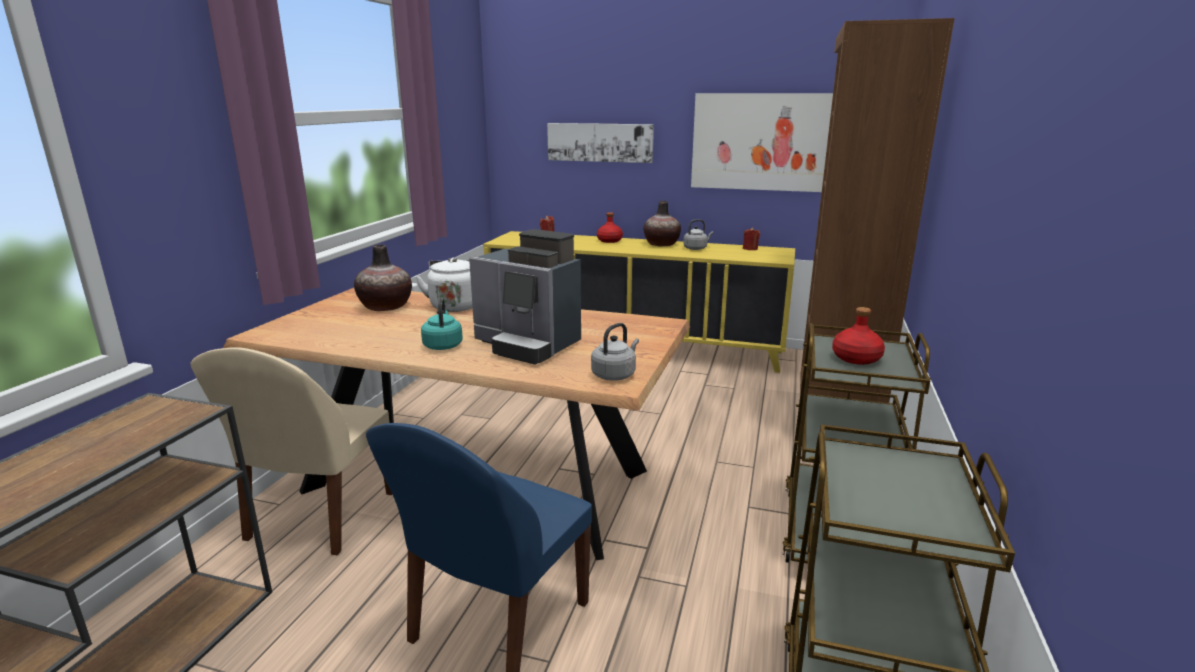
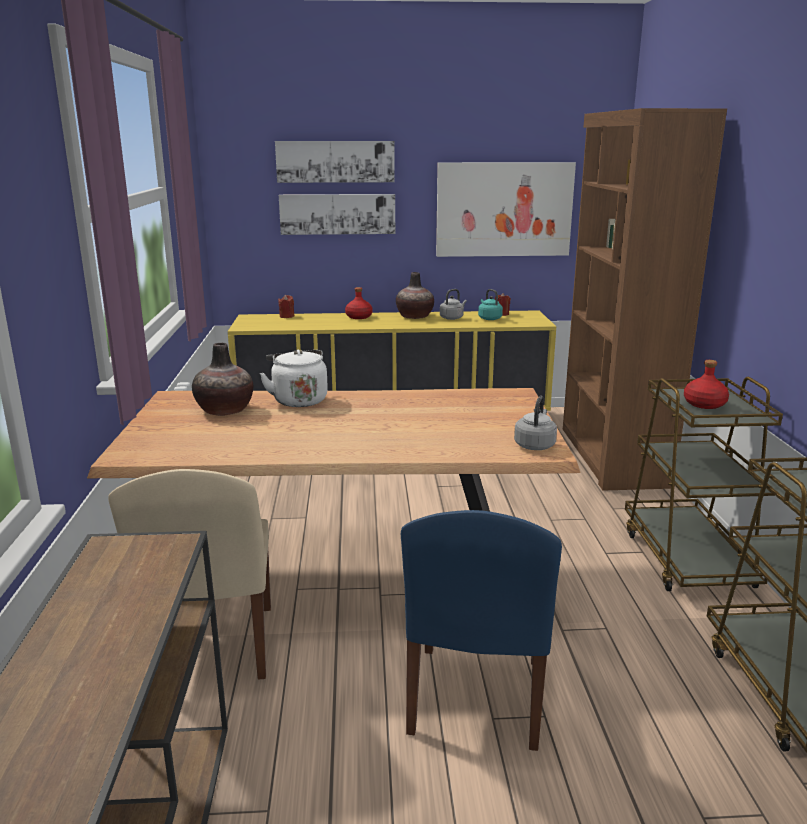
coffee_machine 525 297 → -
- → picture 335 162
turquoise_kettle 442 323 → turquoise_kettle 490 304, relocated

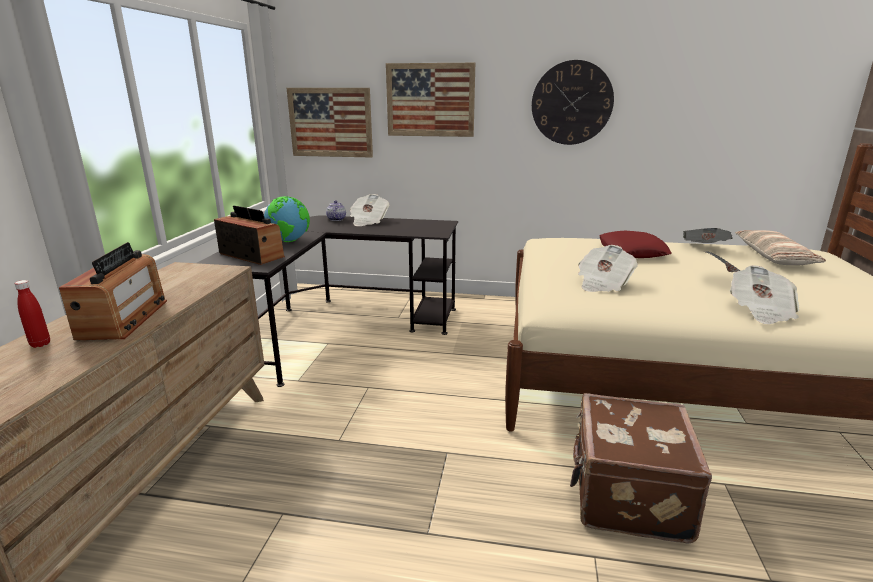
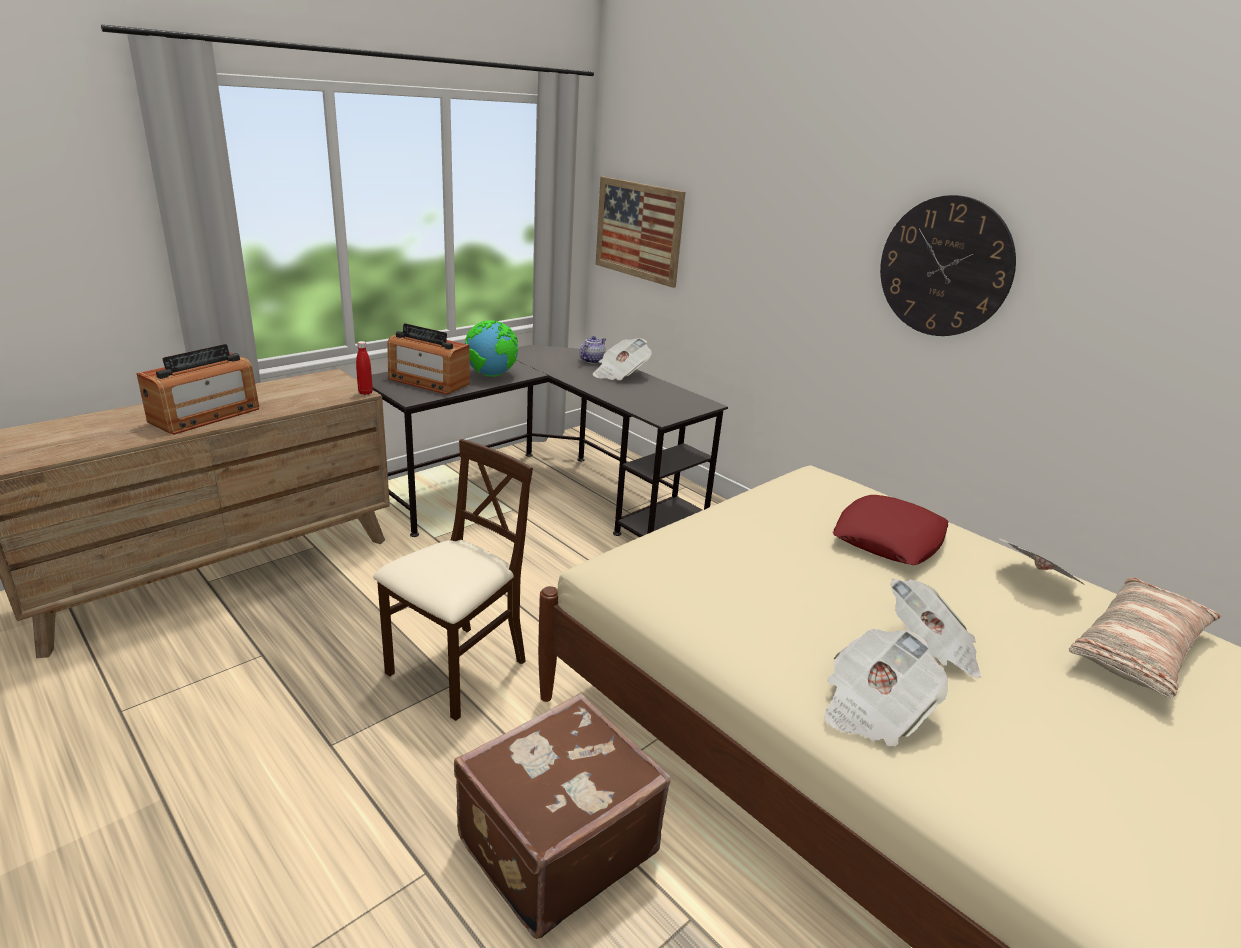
picture 430 100 → -
newspaper 608 268 → -
- → beige_chair 453 580
red_bottle 32 314 → red_bottle 364 368, relocated
radio 249 235 → radio 428 359, 135 degrees clockwise

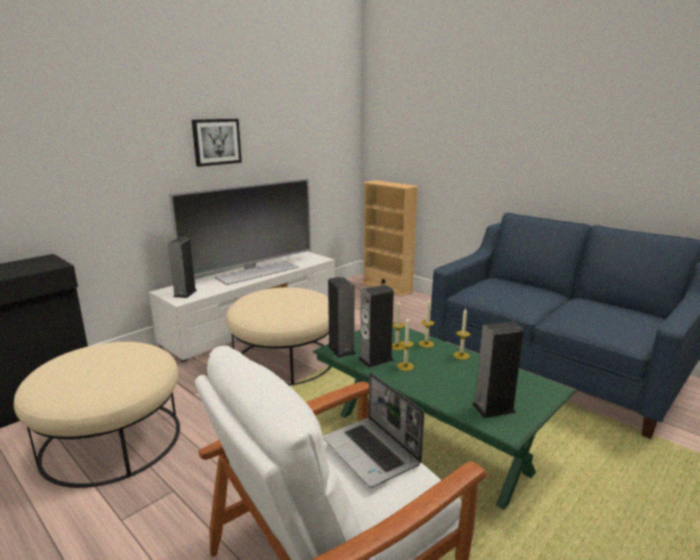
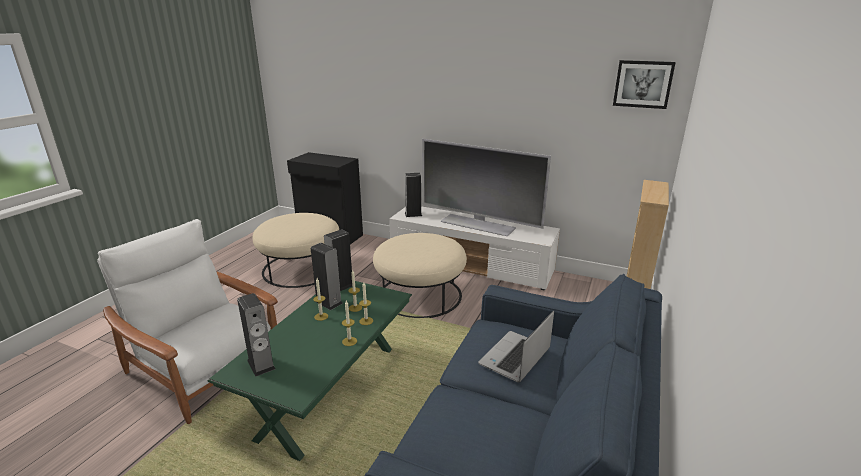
picture 217 143 → picture 644 84, relocated
laptop 373 430 → laptop 516 347, relocated

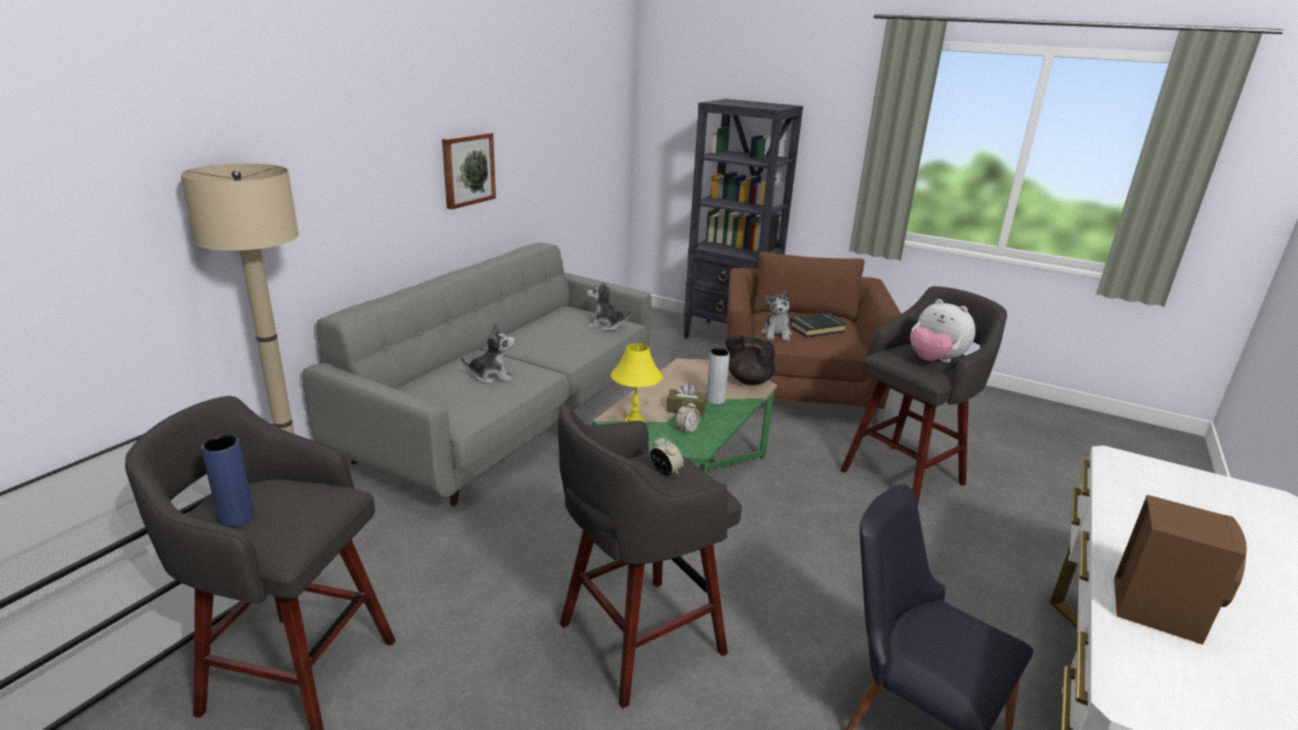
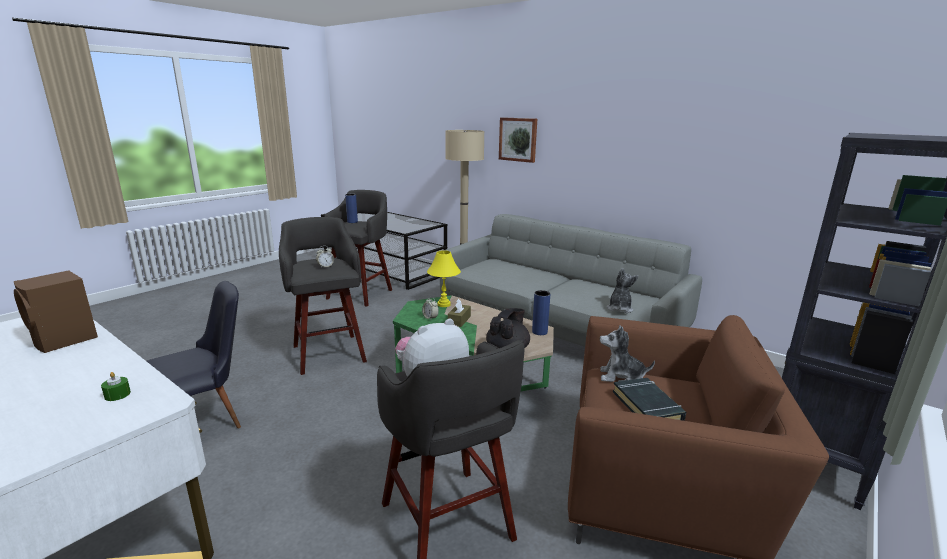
plush_toy 488 353 → -
grey_vase 718 376 → -
- → green_candle 116 386
- → blue_vase 541 312
picture 469 170 → picture 518 140, relocated

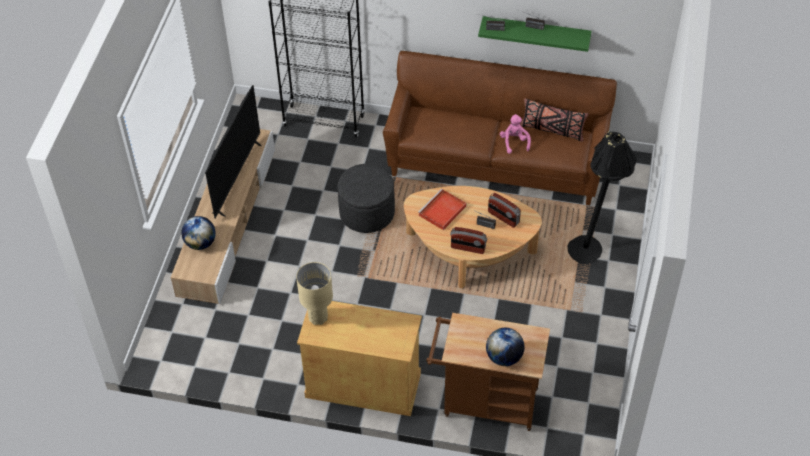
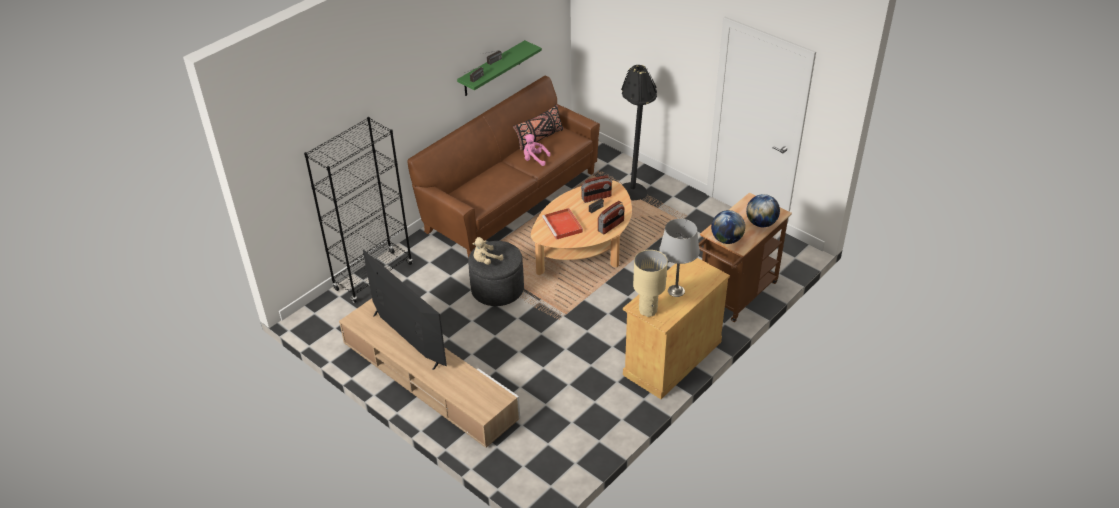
- → beige_plush_toy 488 251
- → grey_table_lamp 679 258
globe 198 233 → globe 728 227, relocated

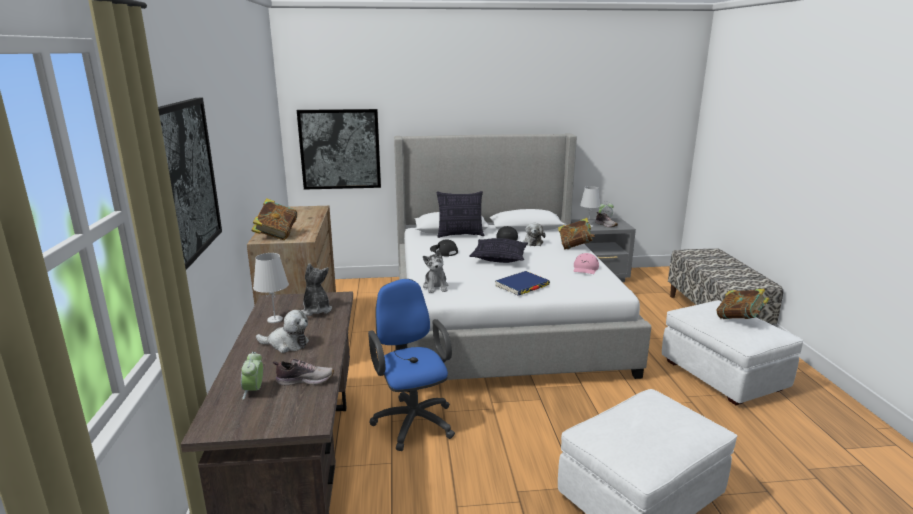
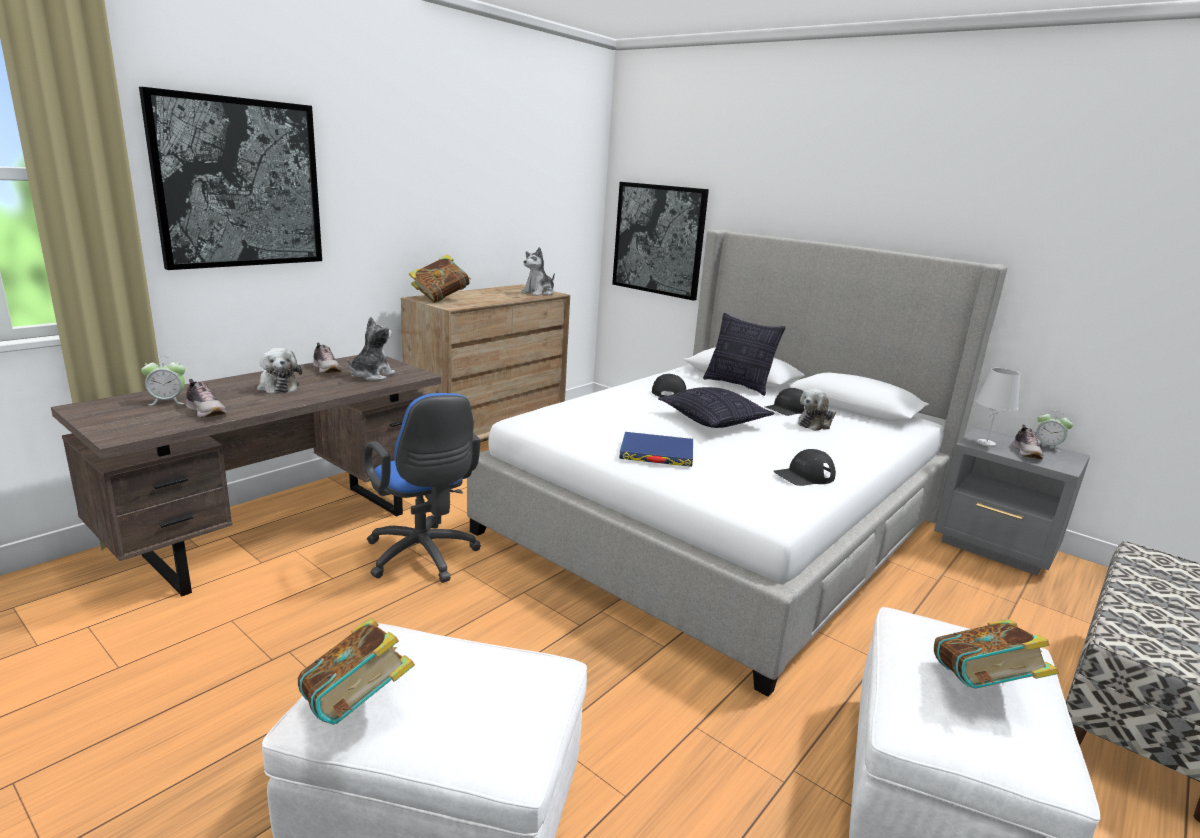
plush_toy 436 271 → plush_toy 538 271, relocated
book 576 233 → book 356 671, relocated
white_table_lamp 271 288 → shoe 327 358
pink_cap 586 263 → black_cap 805 467
alarm_clock 252 376 → alarm_clock 163 380, 150 degrees counterclockwise
blue_office_chair 411 365 → blue_office_chair 422 488, 120 degrees clockwise

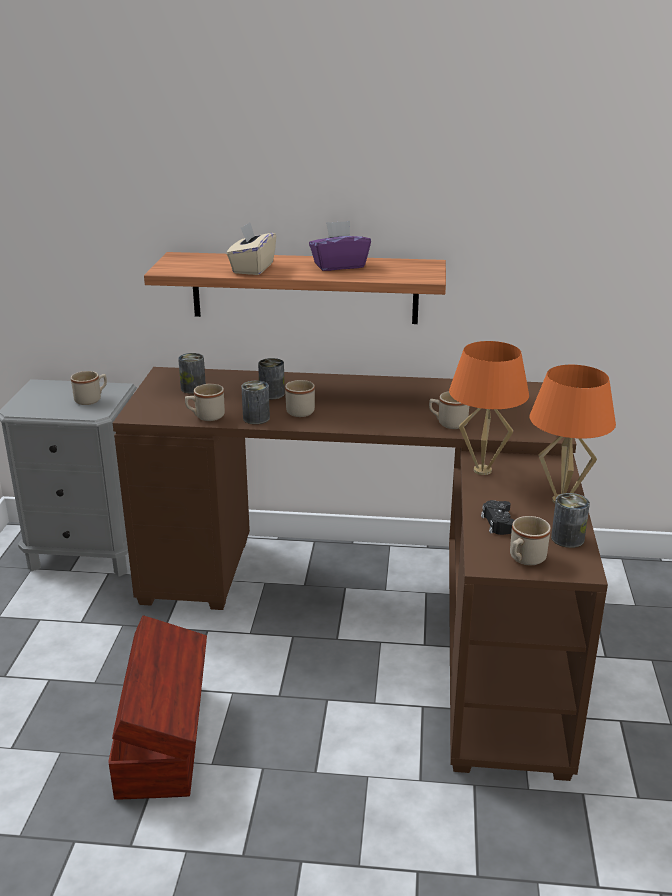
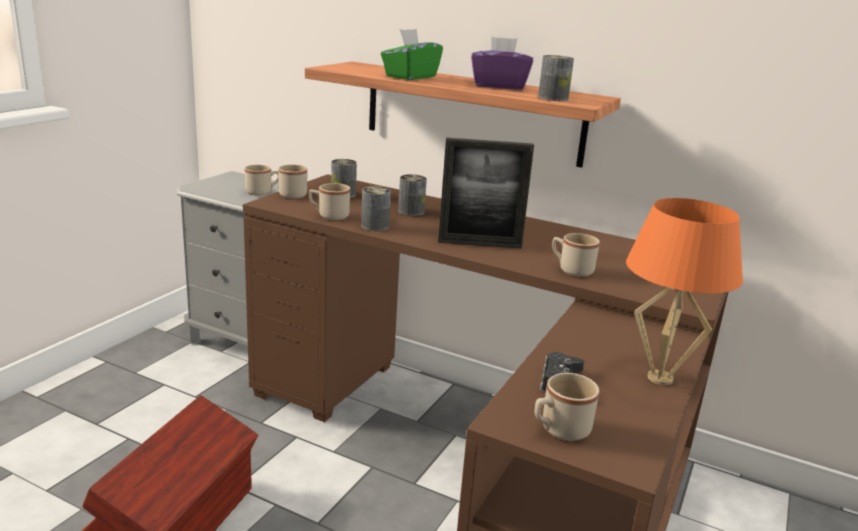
orange_table_lamp 489 408 → -
- → picture_frame 486 192
beige_mug 300 398 → beige_mug 292 182, relocated
can 570 520 → can 556 78, relocated
beige_tissue_box 251 248 → green_tissue_box 412 54

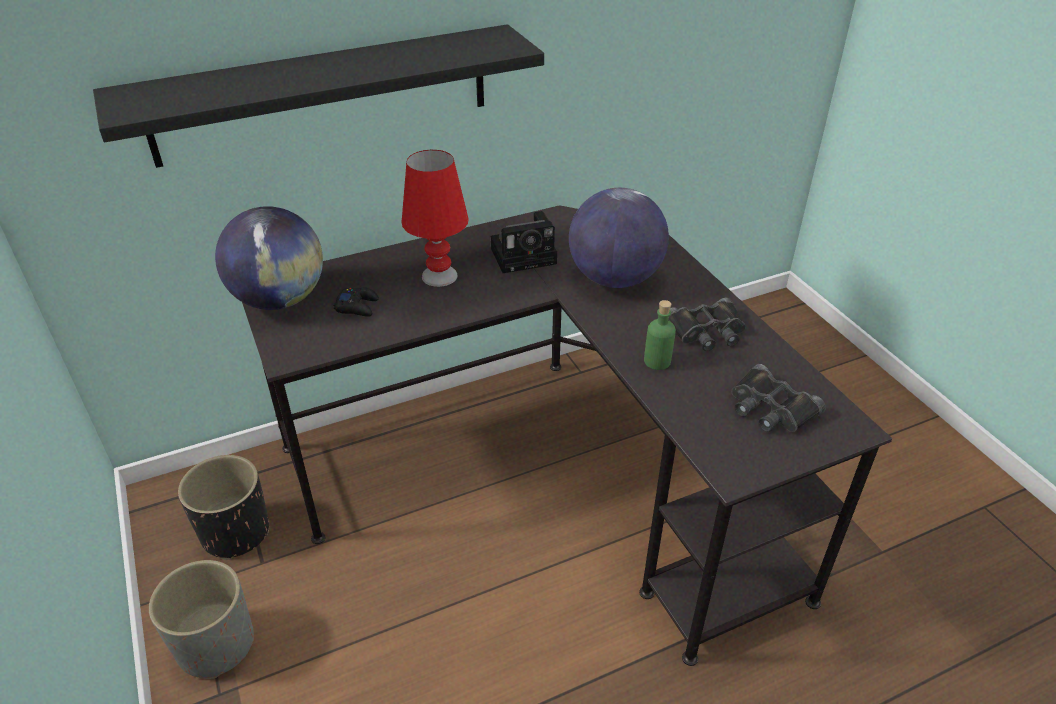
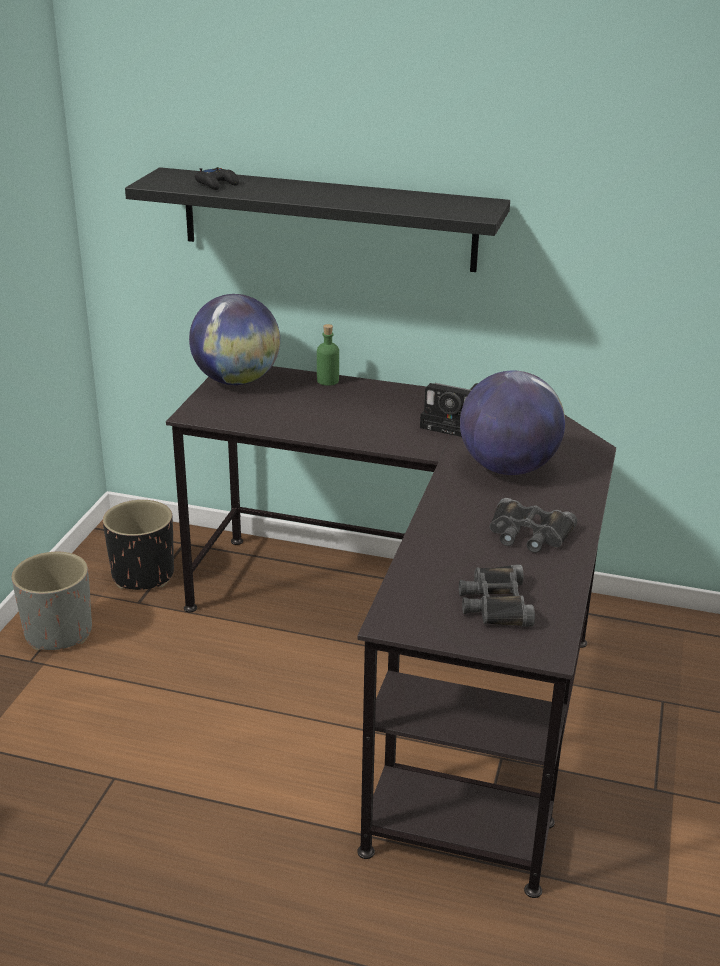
red_table_lamp 435 218 → -
black_game_controller 356 302 → black_game_controller 217 178, relocated
green_bottle 660 335 → green_bottle 328 355, relocated

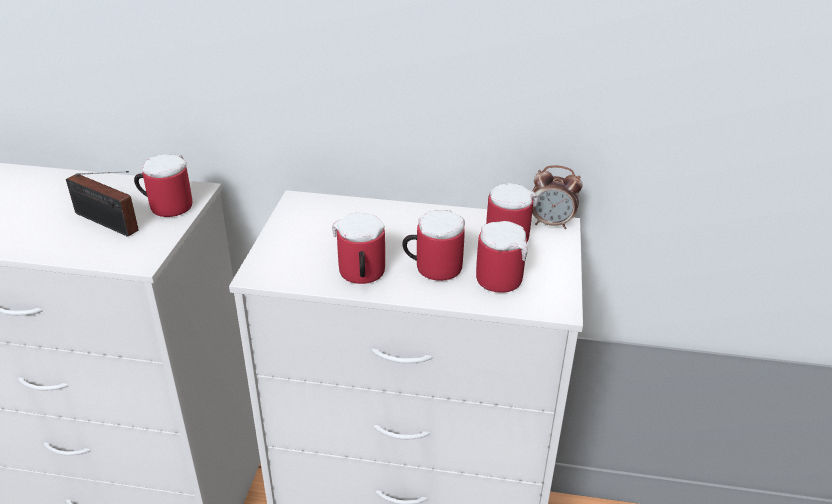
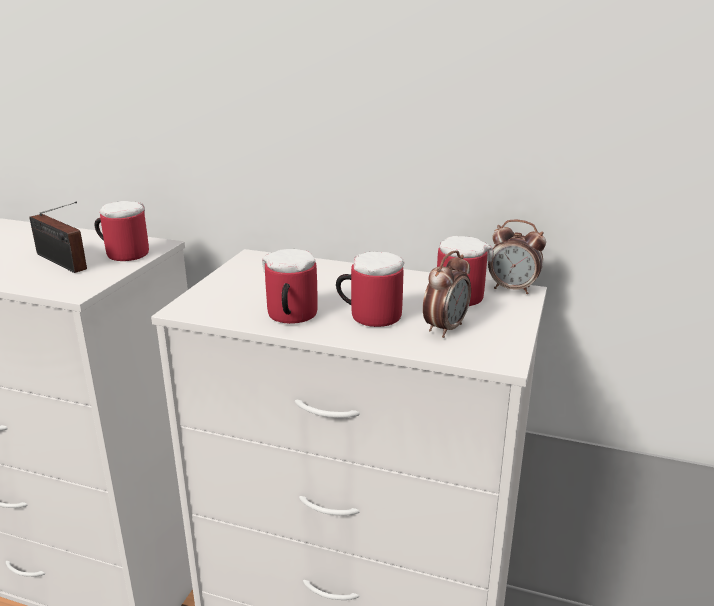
mug 502 257 → alarm_clock 447 294

